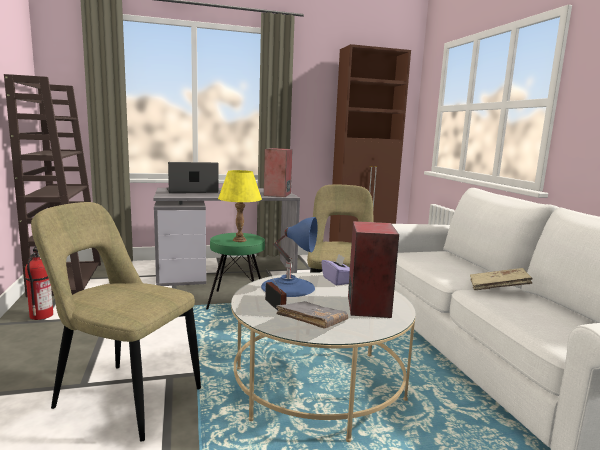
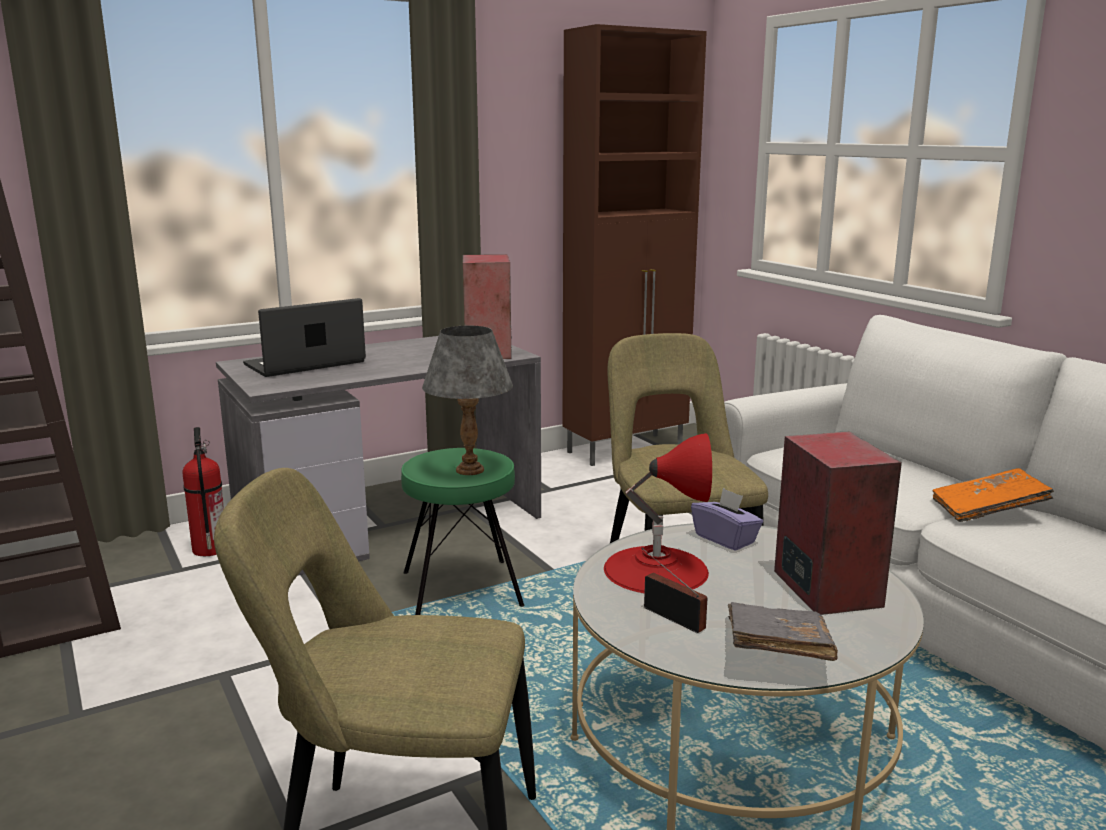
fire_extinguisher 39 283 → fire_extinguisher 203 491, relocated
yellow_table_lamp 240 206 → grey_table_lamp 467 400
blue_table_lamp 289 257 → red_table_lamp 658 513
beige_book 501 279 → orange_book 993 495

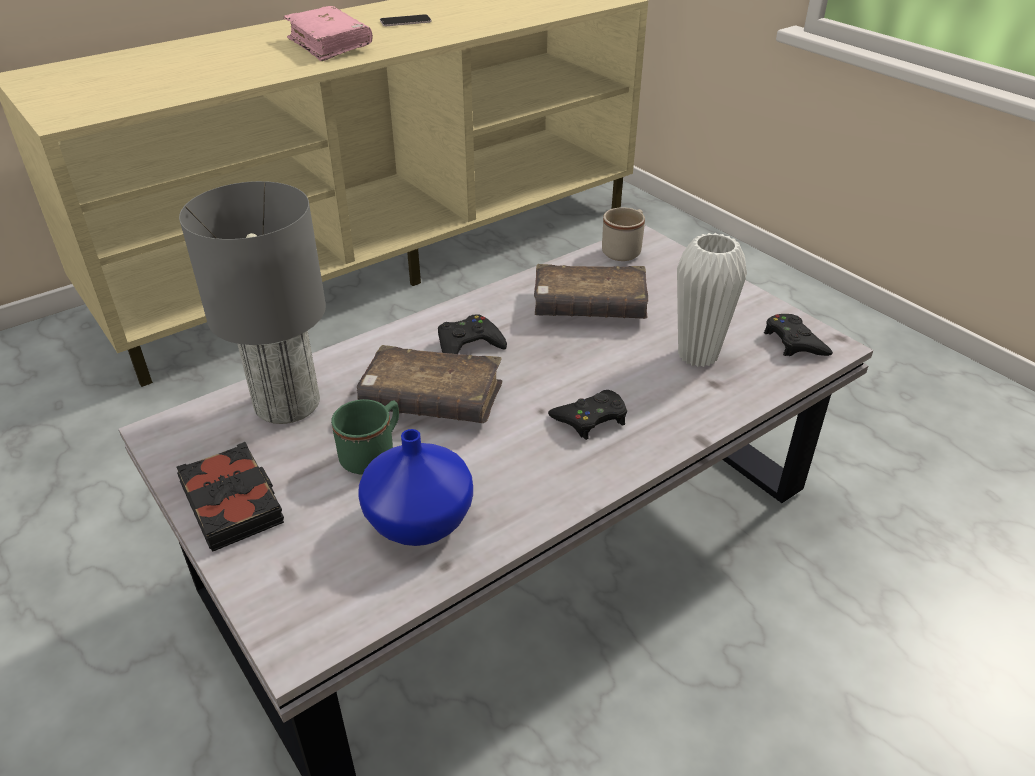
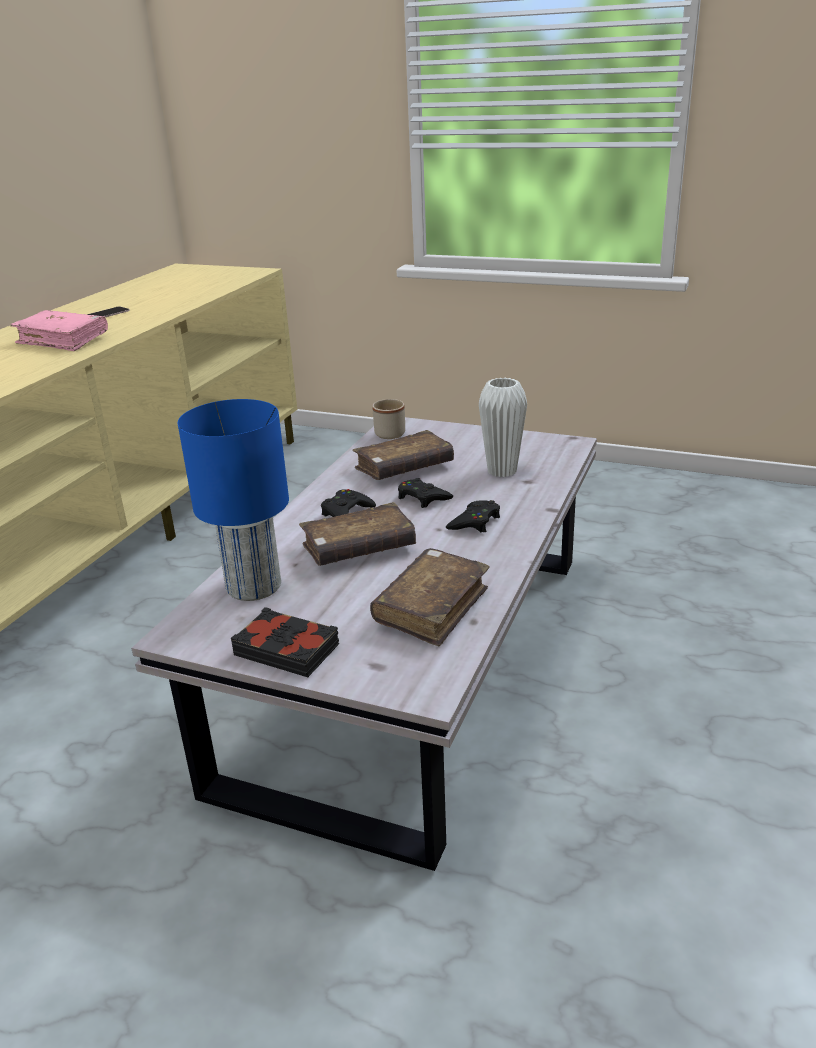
green_mug 365 437 → -
black_game_controller 798 335 → black_game_controller 425 493, relocated
blue_vase 415 487 → brown_book 430 597
grey_table_lamp 252 302 → blue_table_lamp 233 500

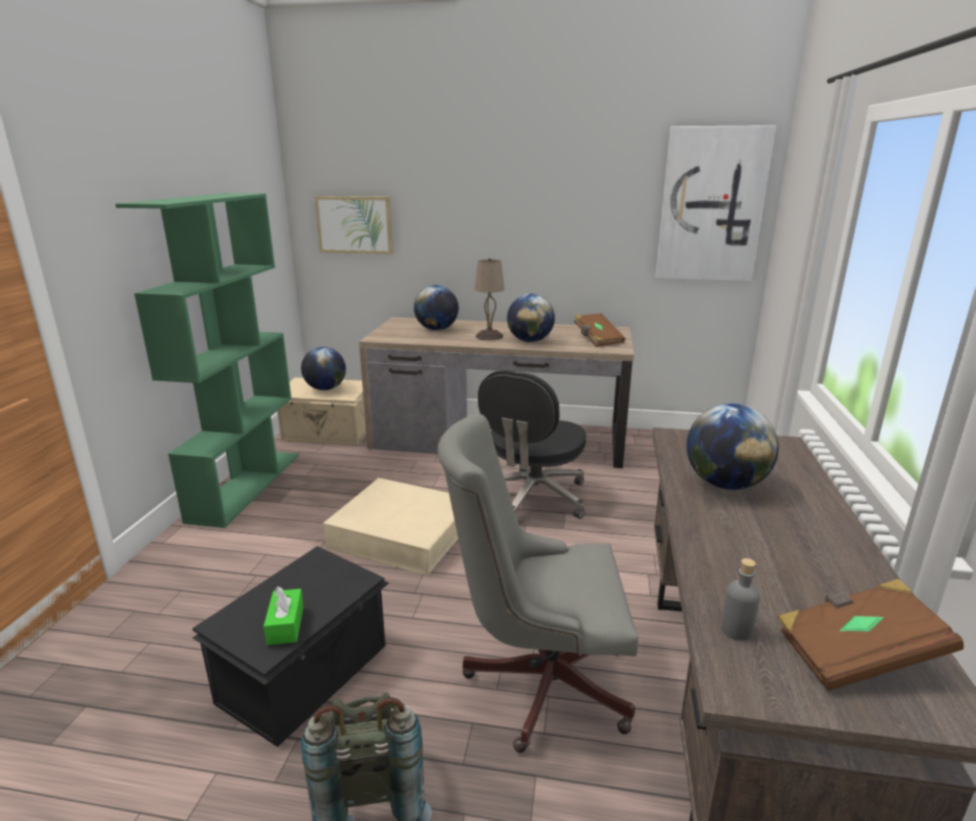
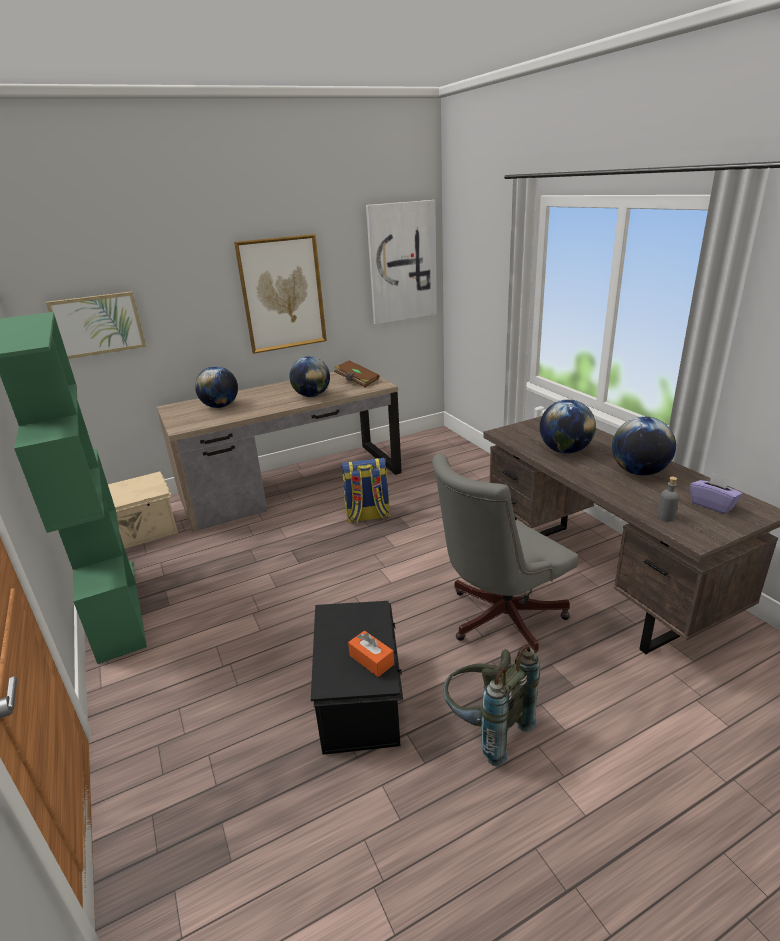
beige_storage_box 390 527 → -
beige_table_lamp 489 299 → -
- → picture 280 294
globe 323 368 → globe 644 446, relocated
black_office_chair 532 444 → backpack 366 490
brown_book 870 635 → purple_tissue_box 716 493
green_tissue_box 284 616 → orange_tissue_box 371 654

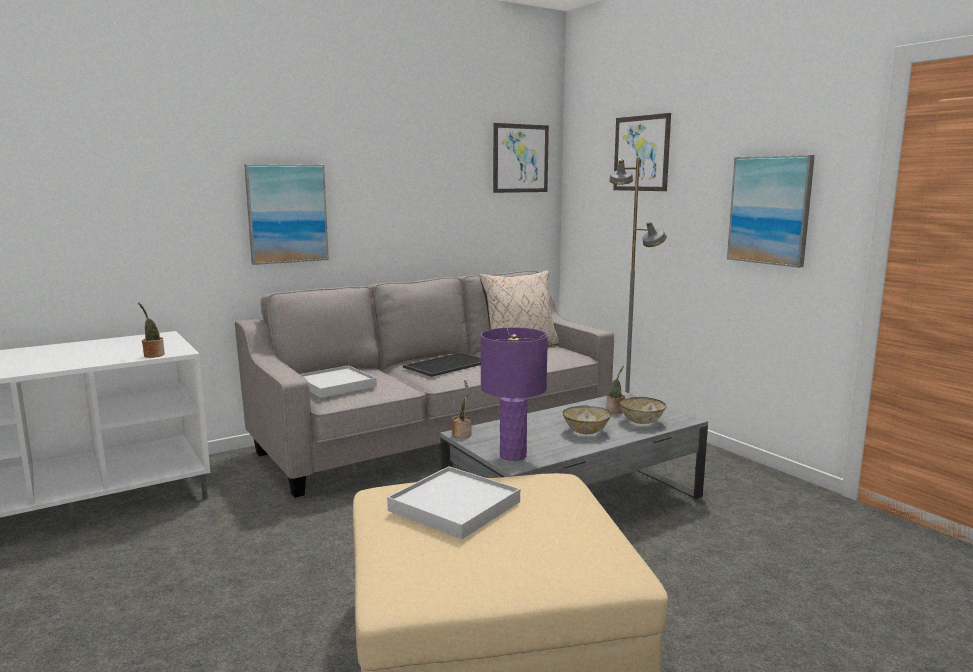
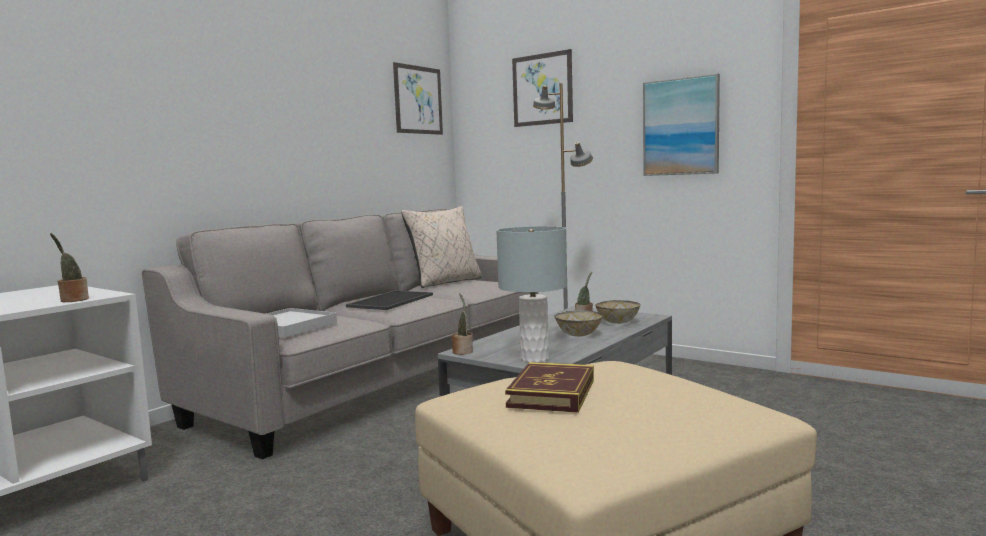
picture 286 214 → -
white_tray 453 502 → book 549 387
purple_table_lamp 514 394 → grey_table_lamp 531 294

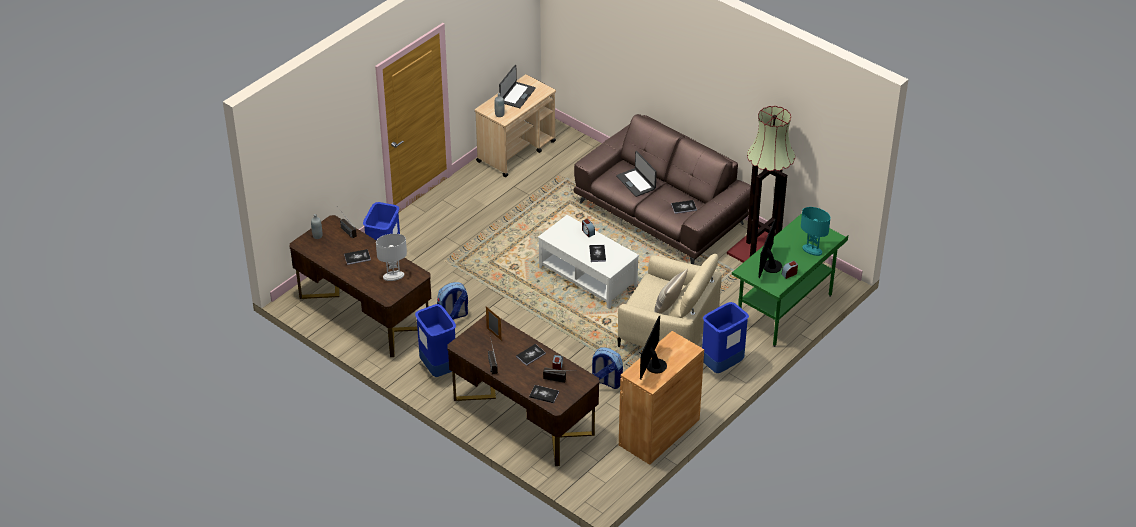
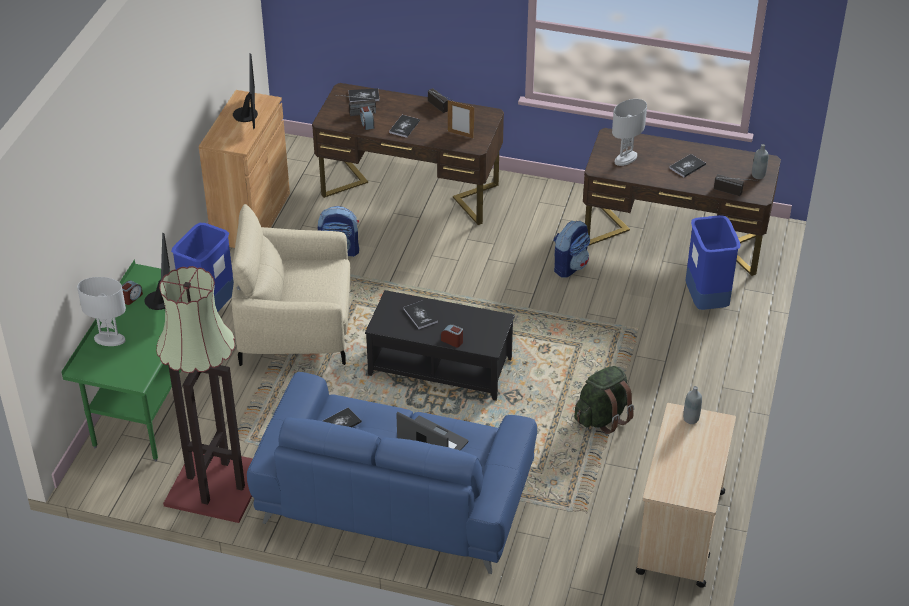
blue_trash_can 435 340 → -
laptop 517 86 → -
pillow 671 291 → -
- → green_backpack 604 400
white_coffee_table 588 262 → black_coffee_table 440 345
brown_sofa 662 189 → blue_sofa 392 473
turquoise_table_lamp 815 231 → white_table_lamp 101 311

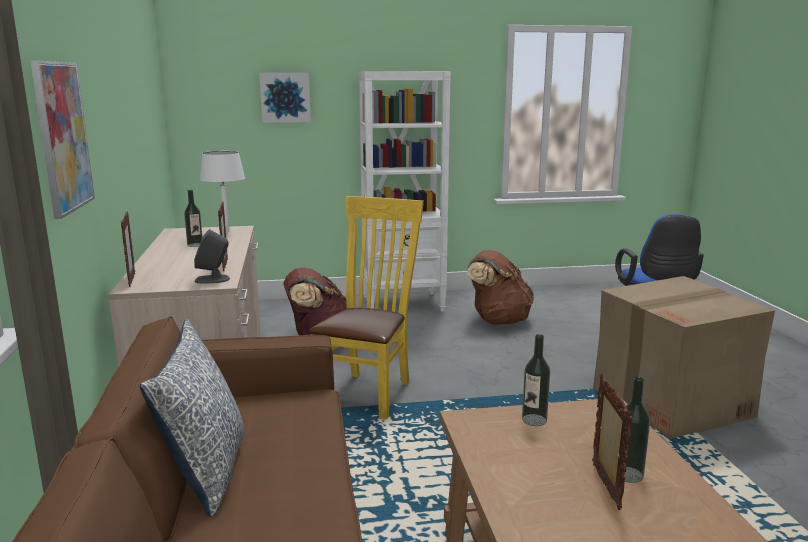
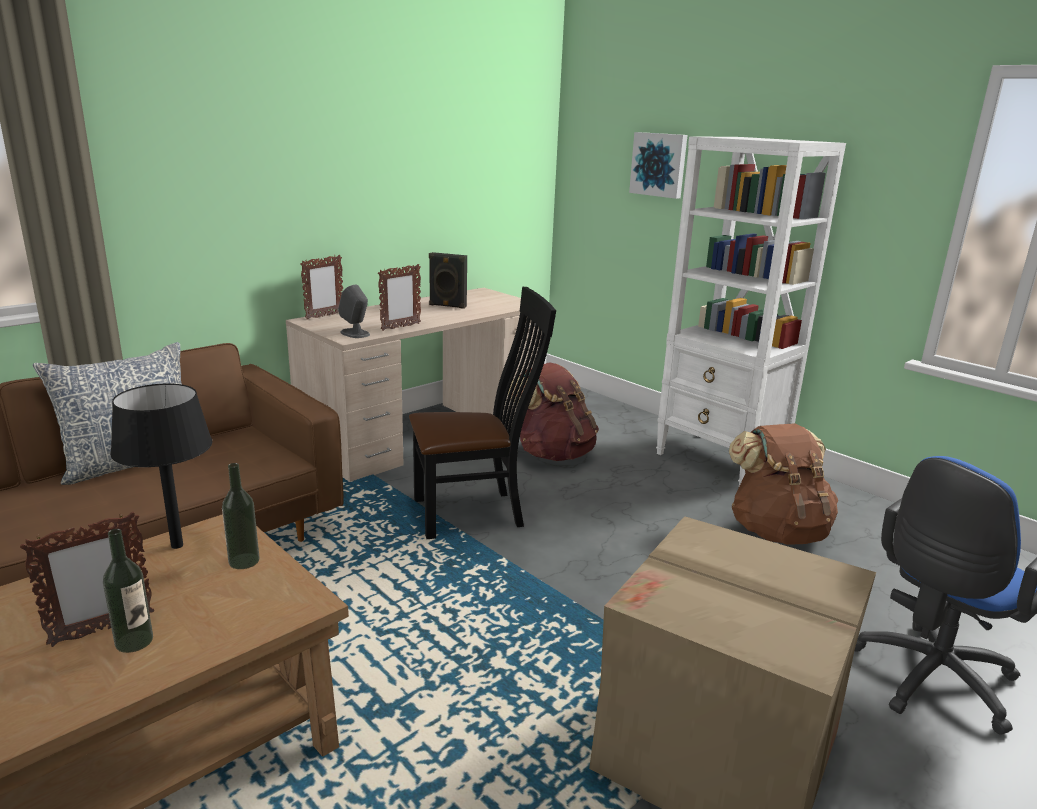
picture 62 139 → -
white_table_lamp 222 191 → -
- → black_table_lamp 161 466
bottle 193 218 → black_speaker 448 280
yellow_chair 366 308 → black_chair 482 413

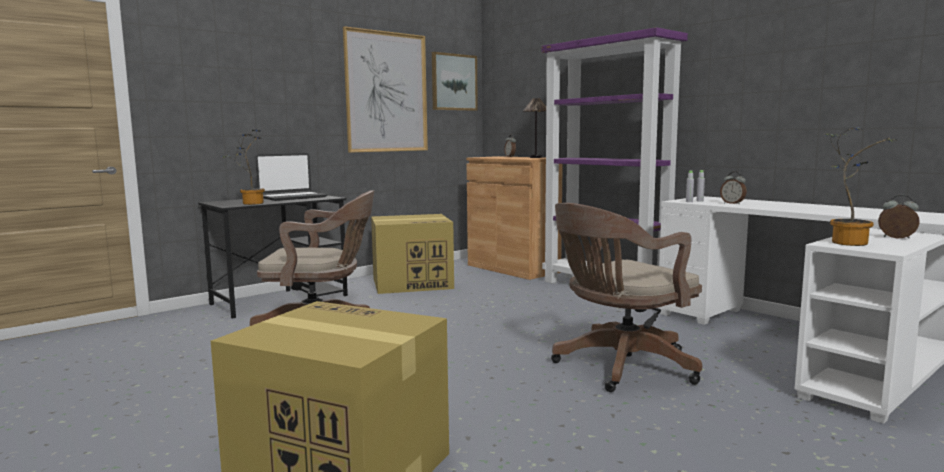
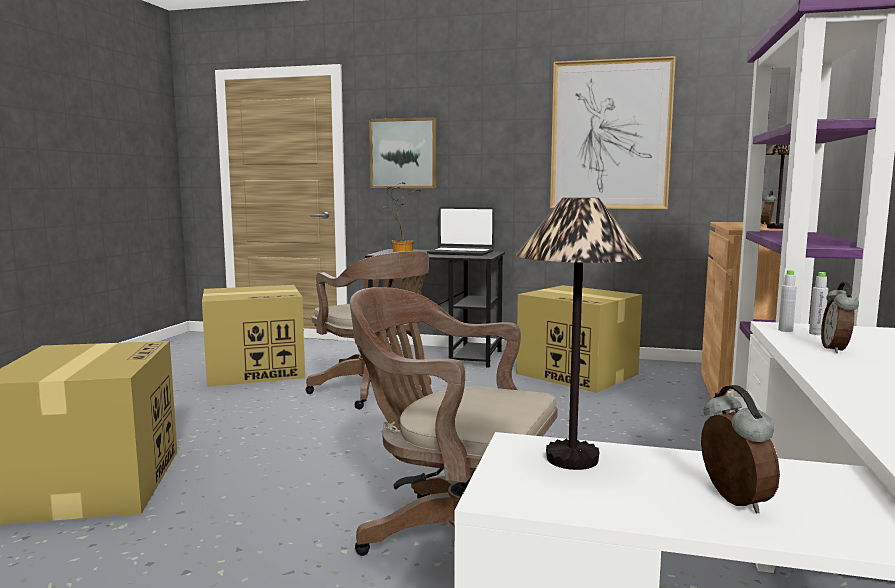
- → cardboard_box 253 336
picture 455 81 → picture 403 152, relocated
potted_plant 861 186 → table_lamp 579 333

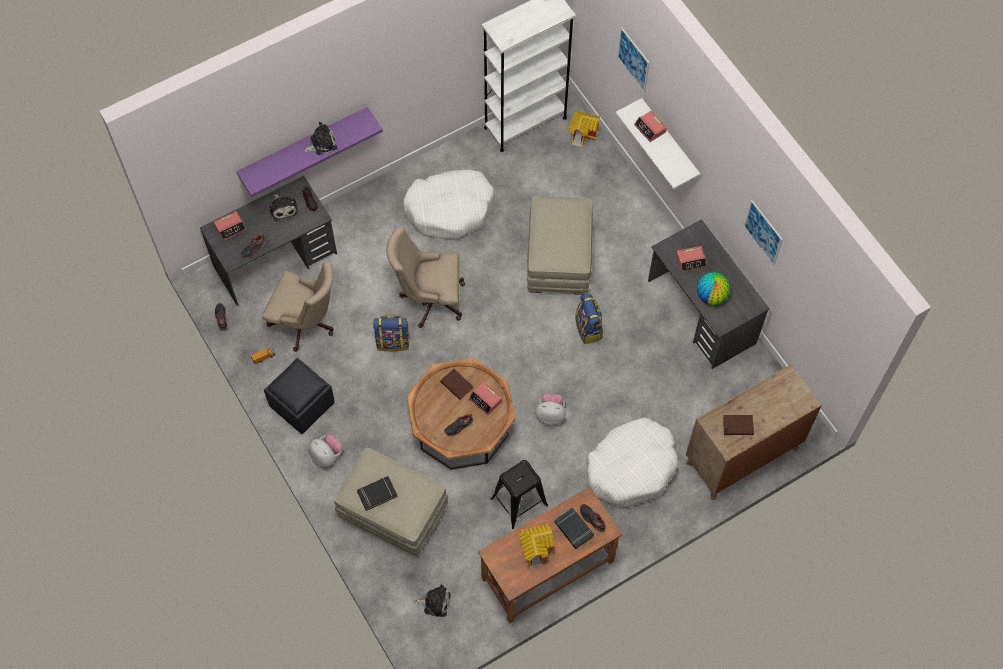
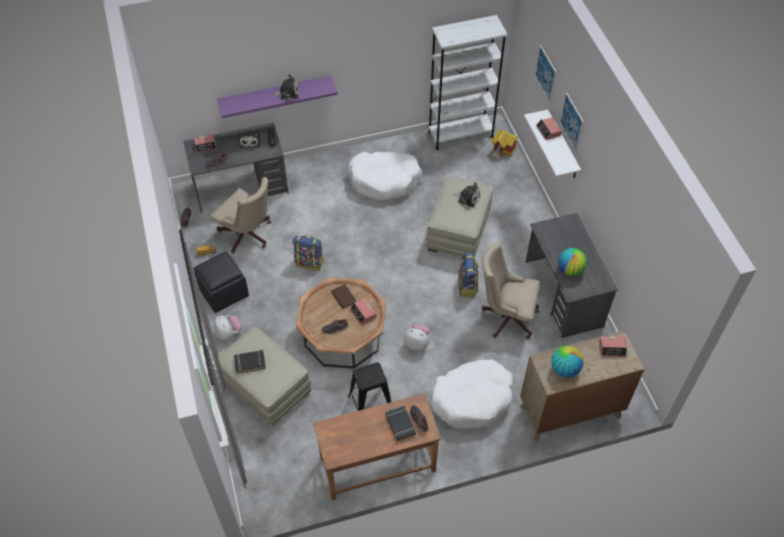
toy_house 536 546 → -
beige_office_chair 425 277 → beige_office_chair 511 291, relocated
plush_toy 432 601 → plush_toy 466 194, relocated
alarm_clock 691 259 → alarm_clock 613 346, relocated
picture 763 233 → picture 572 122, relocated
brown_book 738 425 → globe 567 362

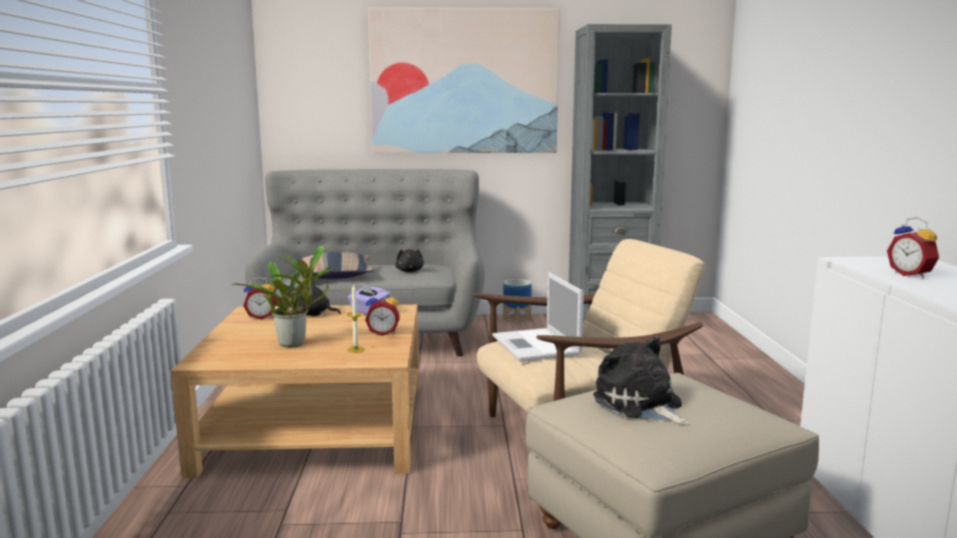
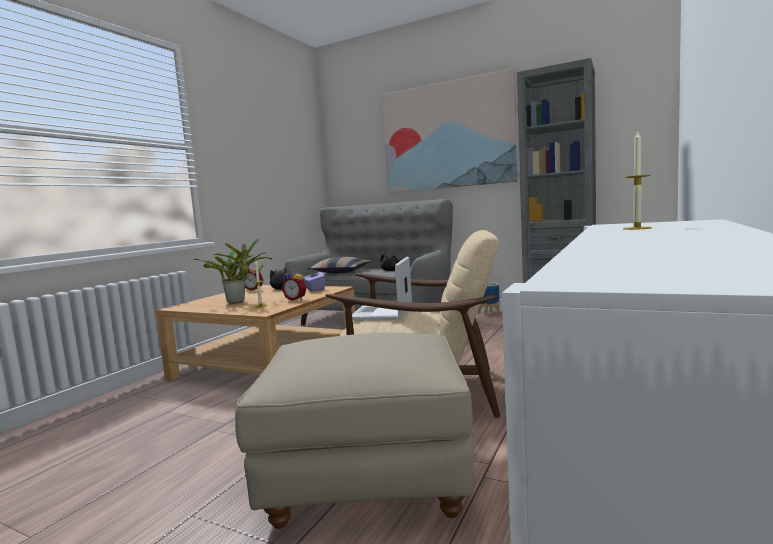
plush_toy 641 381 → -
alarm_clock 913 247 → candle 637 181

